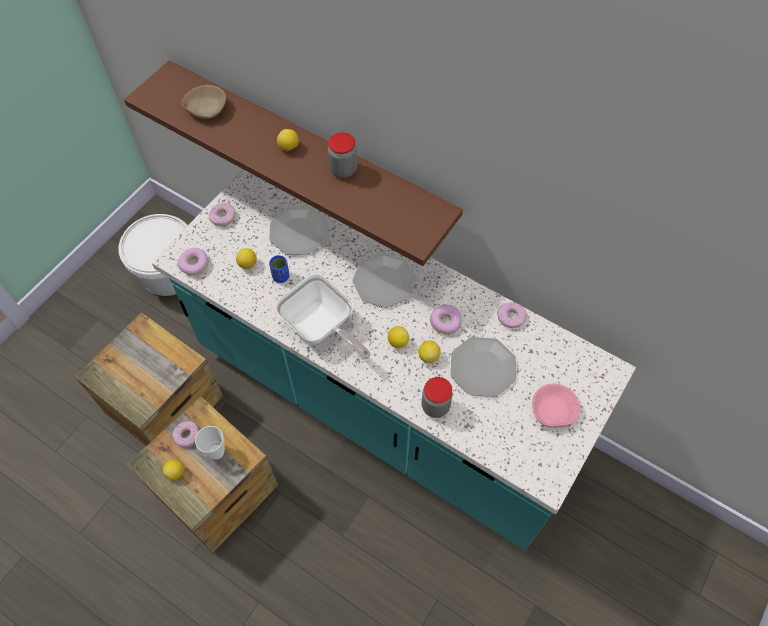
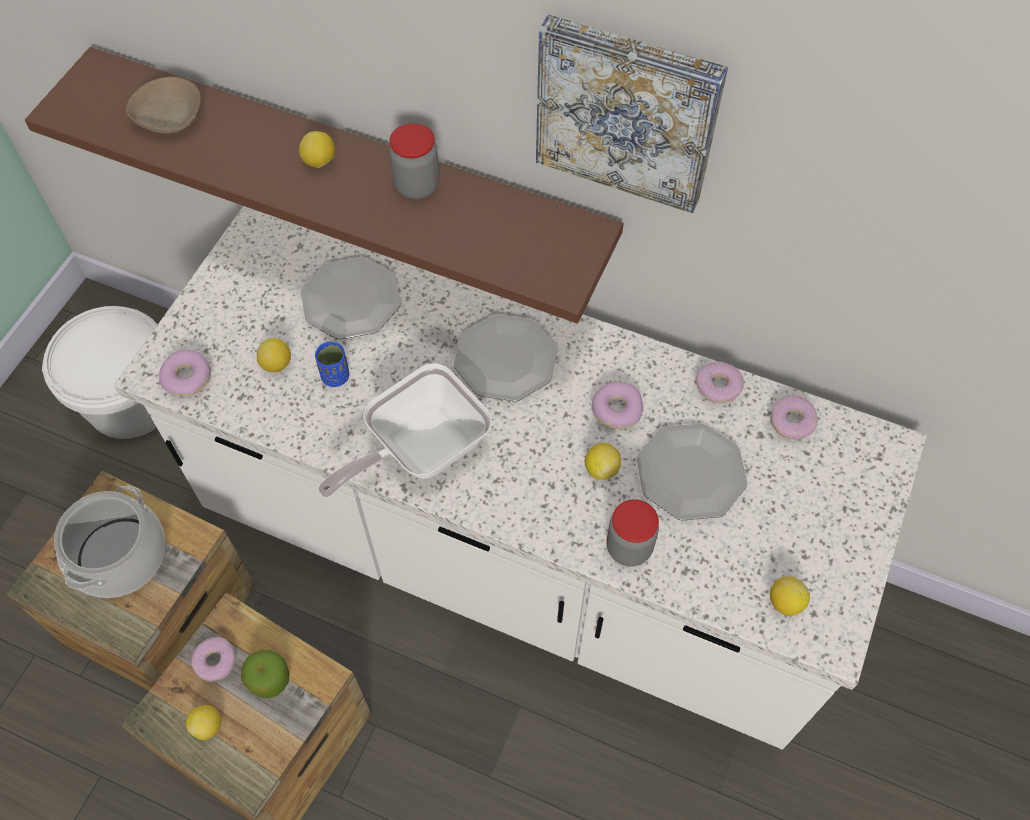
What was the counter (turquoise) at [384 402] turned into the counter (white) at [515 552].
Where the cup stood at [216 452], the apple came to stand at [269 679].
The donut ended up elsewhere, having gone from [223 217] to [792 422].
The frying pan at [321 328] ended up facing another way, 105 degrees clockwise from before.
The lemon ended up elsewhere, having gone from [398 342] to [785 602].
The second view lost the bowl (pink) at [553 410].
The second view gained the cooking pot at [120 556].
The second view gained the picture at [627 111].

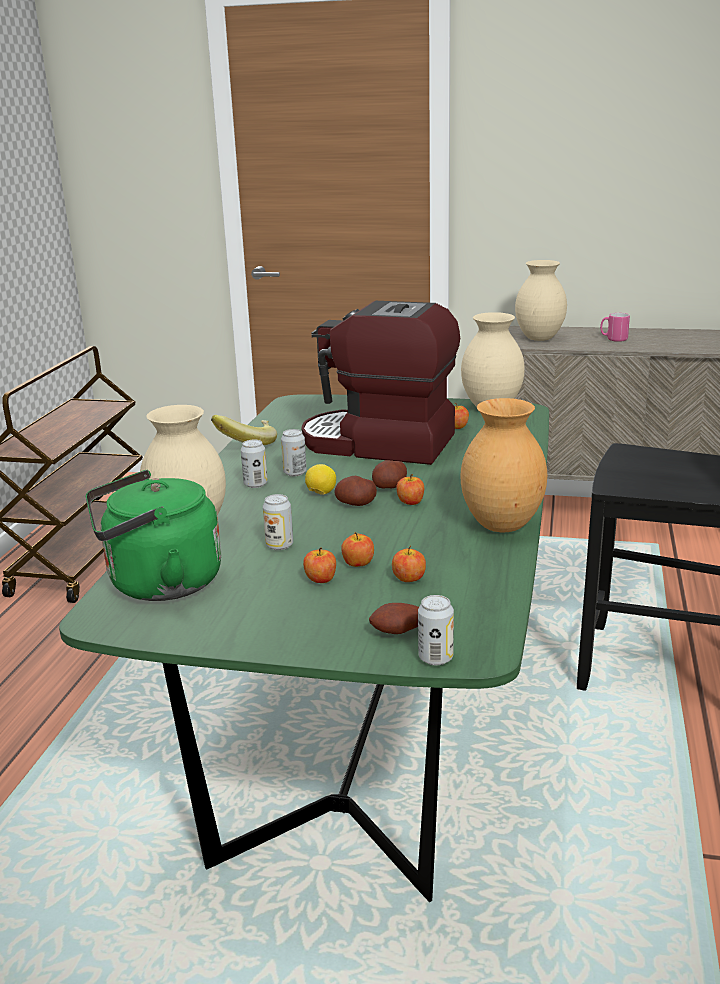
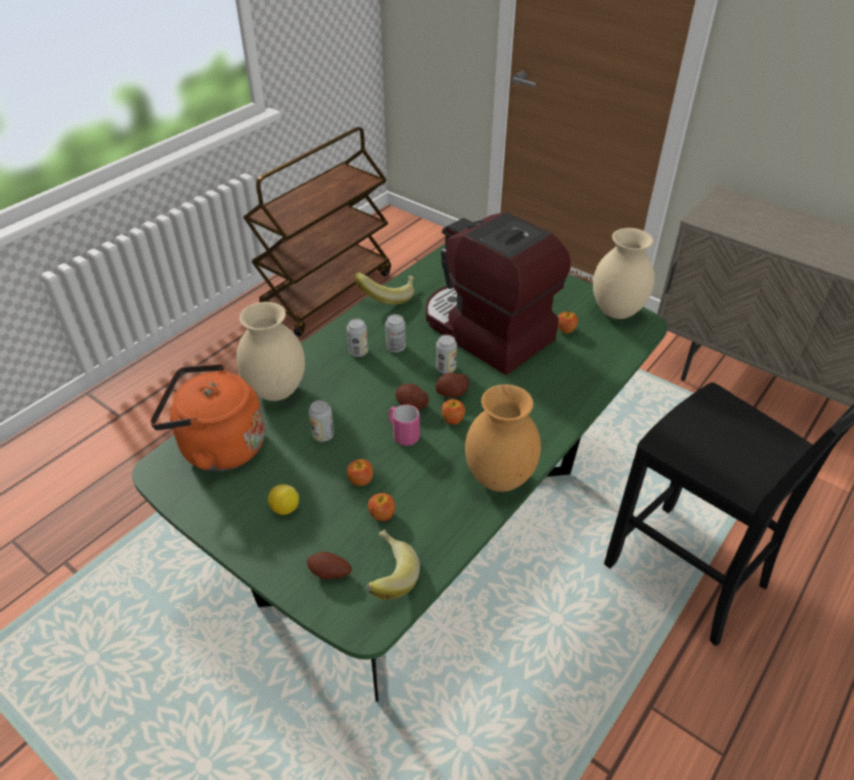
What was the kettle (green) at [158 584] turned into the kettle (orange) at [218 447].
The second view lost the apple at [320 579].
The lemon ended up elsewhere, having gone from [321 493] to [285 508].
The can ended up elsewhere, having gone from [435 658] to [446 368].
The second view lost the vase (beige) at [540 338].
The mug (pink) ended up elsewhere, having gone from [613 339] to [403 434].
The second view gained the banana at [386 576].

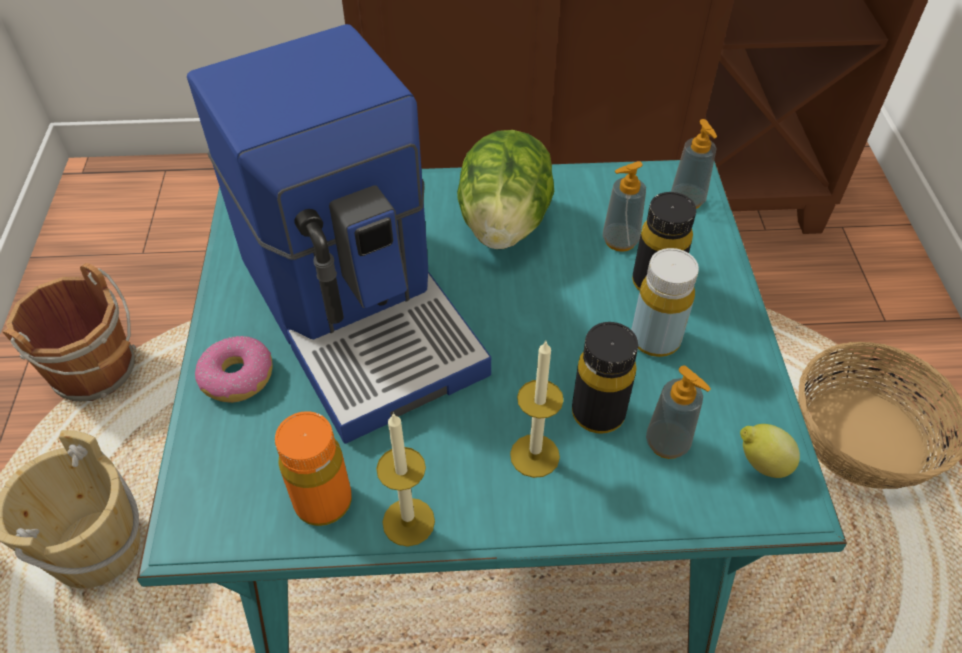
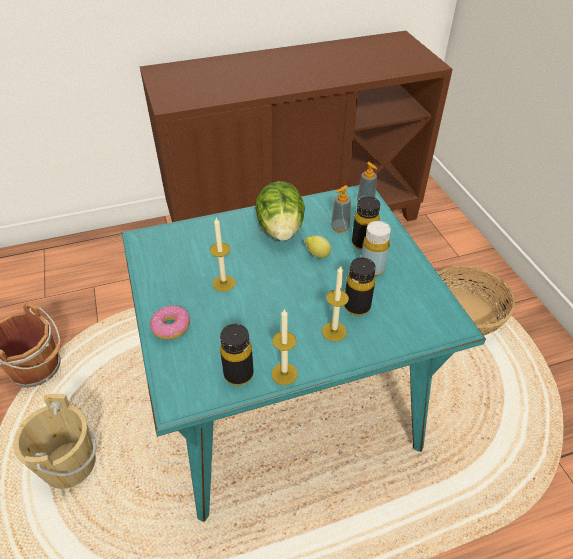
Where the coffee machine stood at [362 310], the candle came to stand at [224 283].
What was the bottle (orange) at [323 501] turned into the bottle (black) at [238 374].
The second view lost the soap dispenser at [667 443].
The lemon ended up elsewhere, having gone from [761 463] to [317 255].

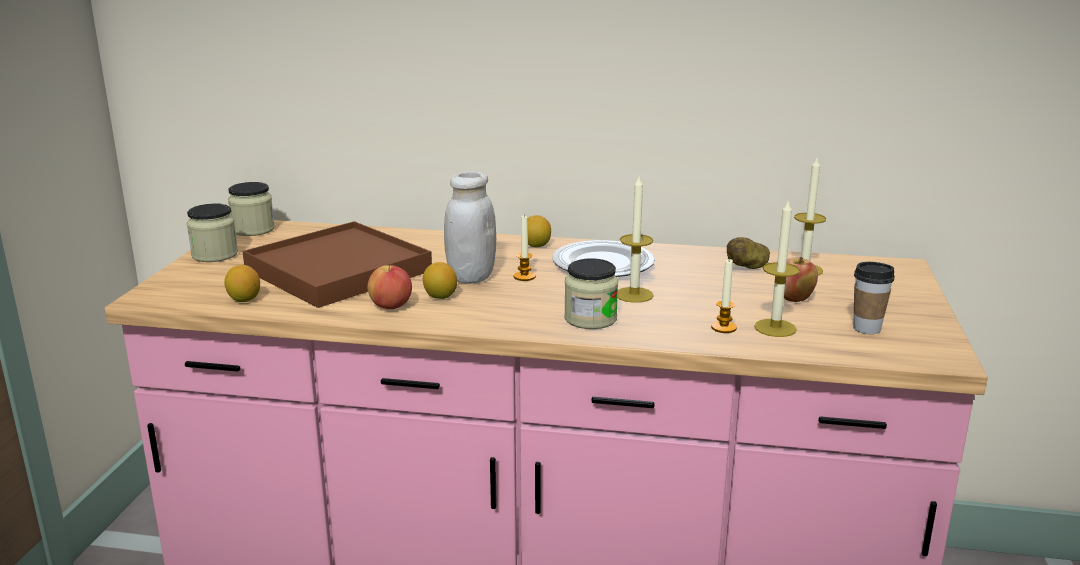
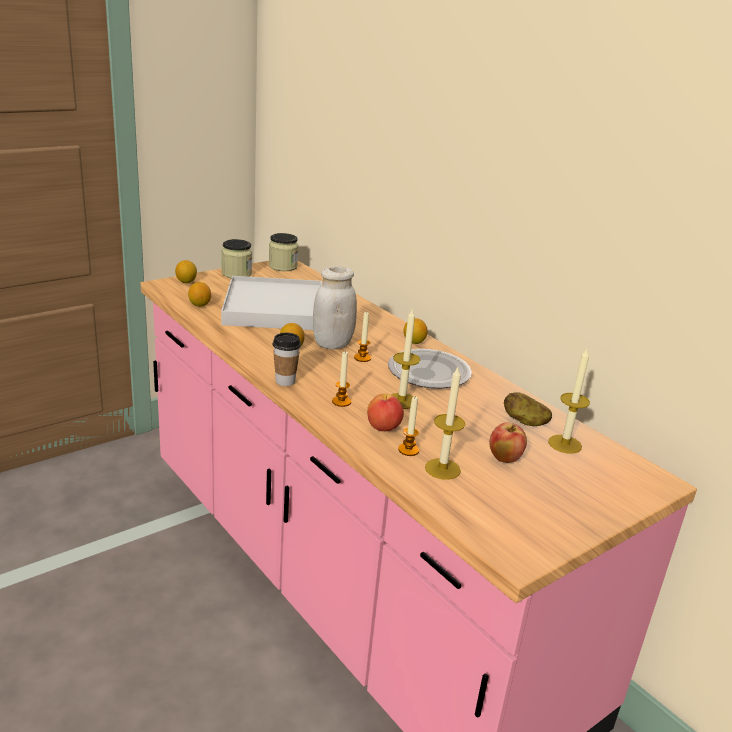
What was the tray (brown) at [338 270] turned into the tray (white) at [274 308].
The apple ended up elsewhere, having gone from [391 307] to [383 428].
Where the jar stood at [590 319], the candle came to stand at [341 402].
The cup ended up elsewhere, having gone from [866 328] to [285 381].
The second view gained the lemon at [186 282].

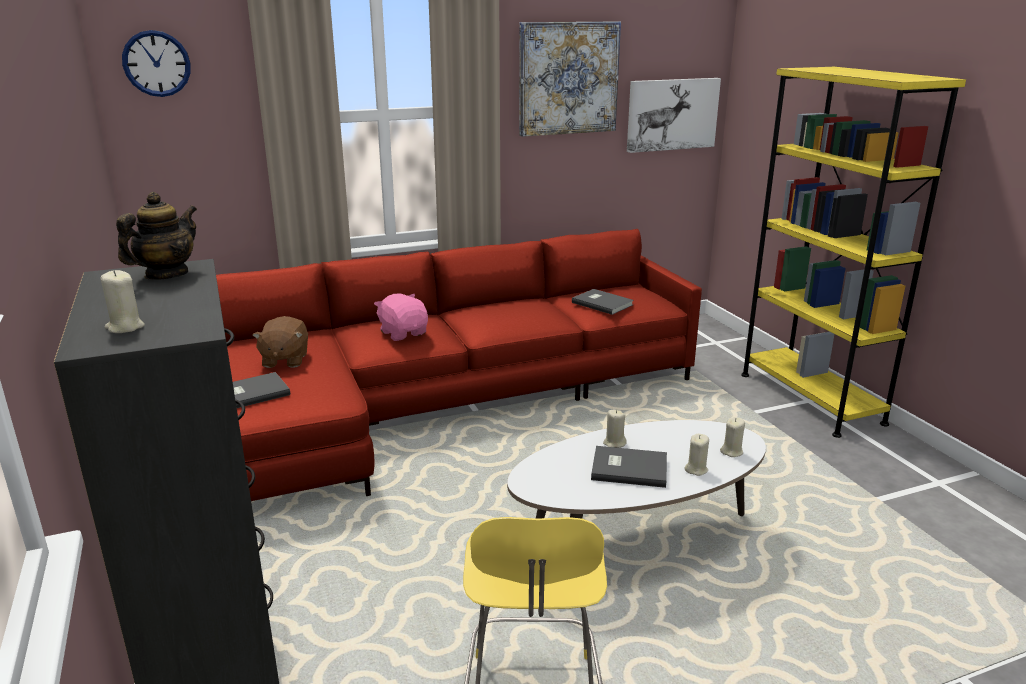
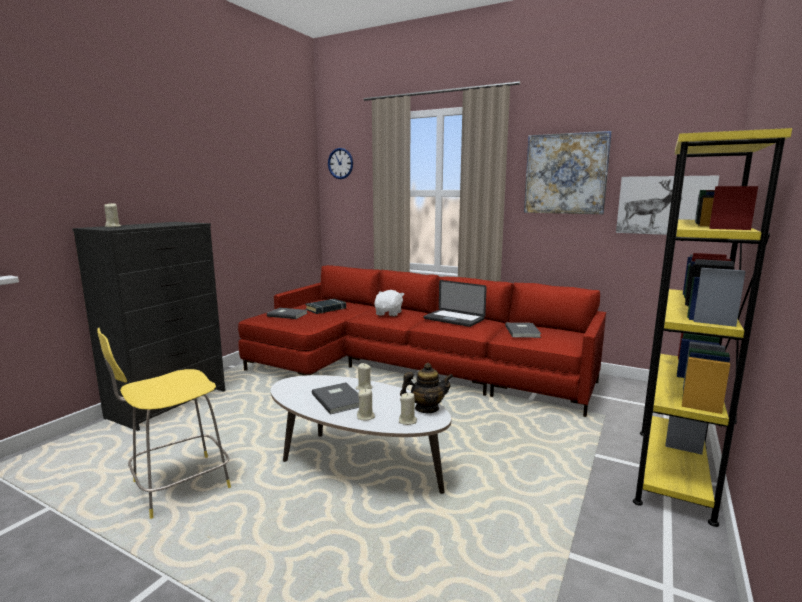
The teapot ended up elsewhere, having gone from [166 275] to [426 409].
Where the plush toy (brown) stood at [284 360], the book (black) came to stand at [326 309].
What was the plush toy (pink) at [403 333] turned into the plush toy (white) at [389 313].
The second view gained the laptop at [454 319].

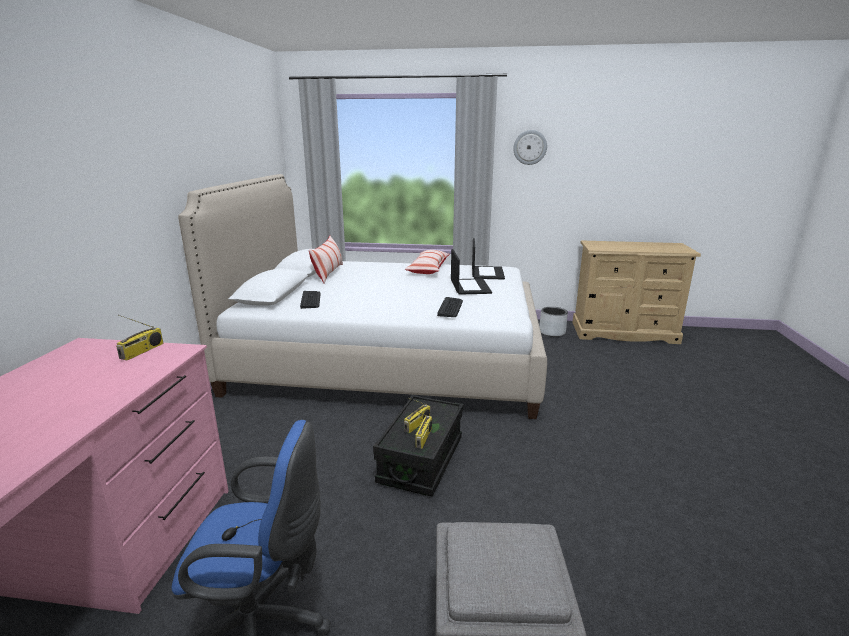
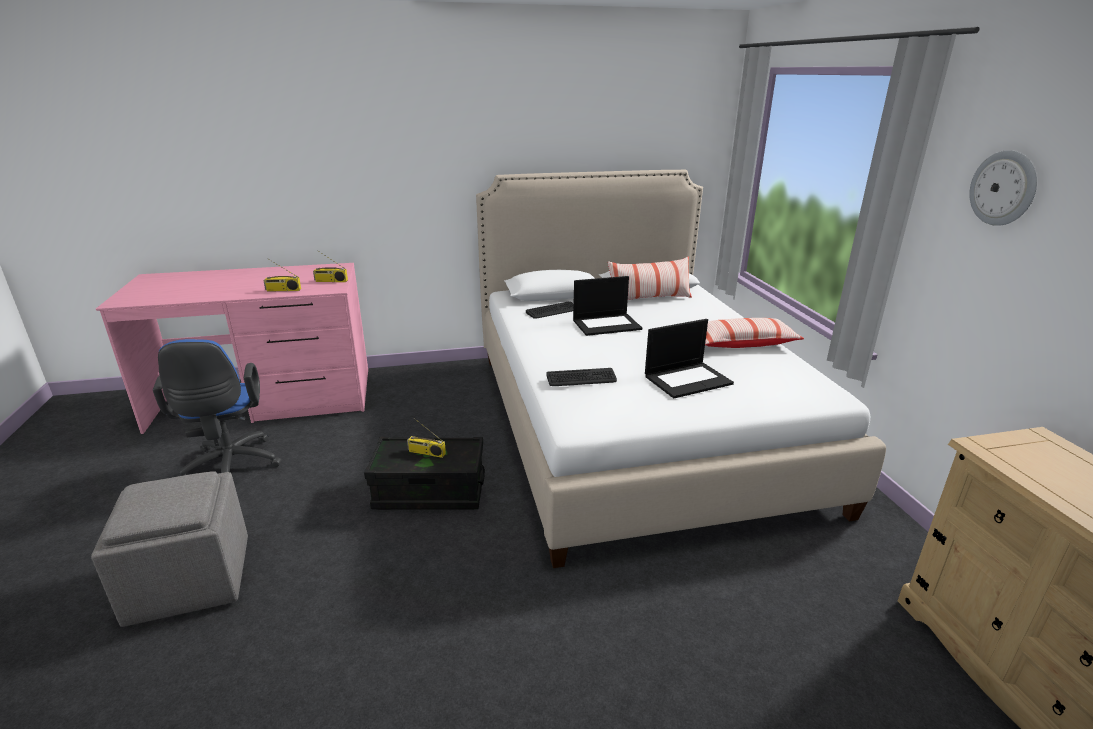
The radio ended up elsewhere, having gone from [424 438] to [283 290].
The laptop ended up elsewhere, having gone from [487 273] to [607 324].
The second view lost the planter (grey) at [552 332].

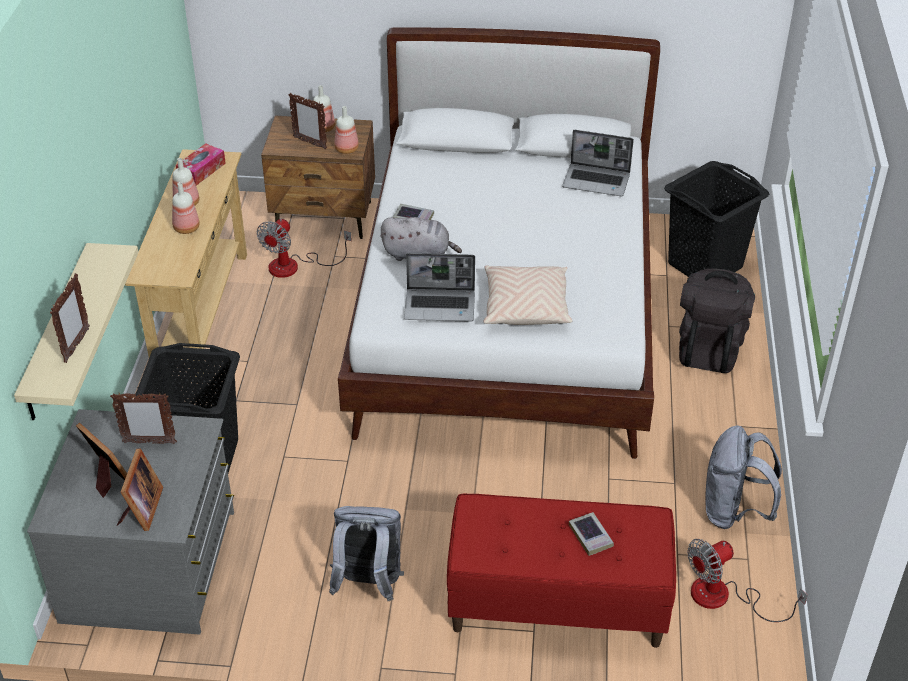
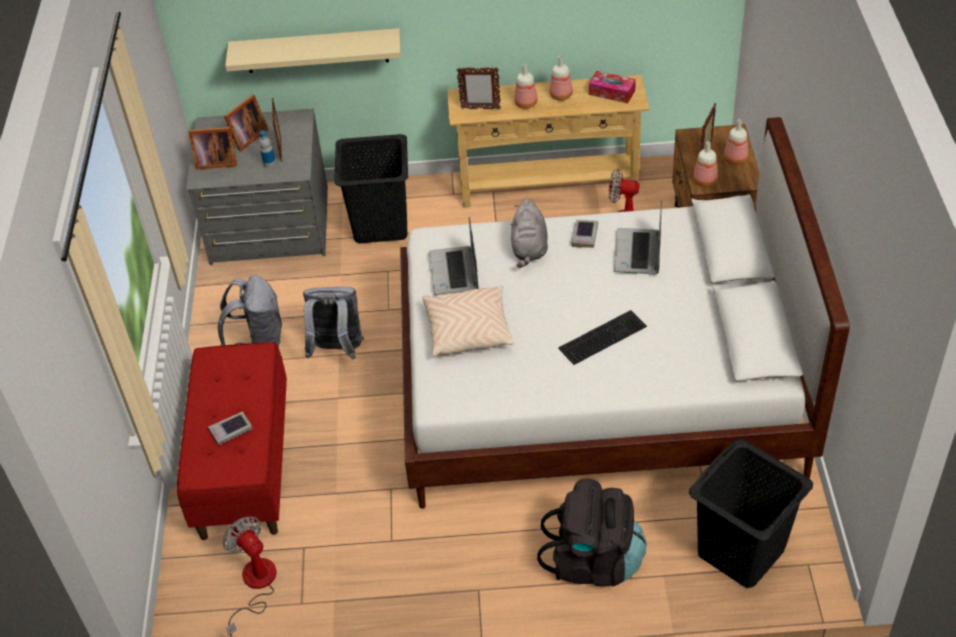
The picture frame ended up elsewhere, having gone from [76 346] to [480 108].
The laptop ended up elsewhere, having gone from [597 181] to [638 253].
The backpack (grey) ended up elsewhere, having gone from [733 512] to [337 350].
The second view gained the bottle at [269 164].
The second view gained the keyboard at [602 336].

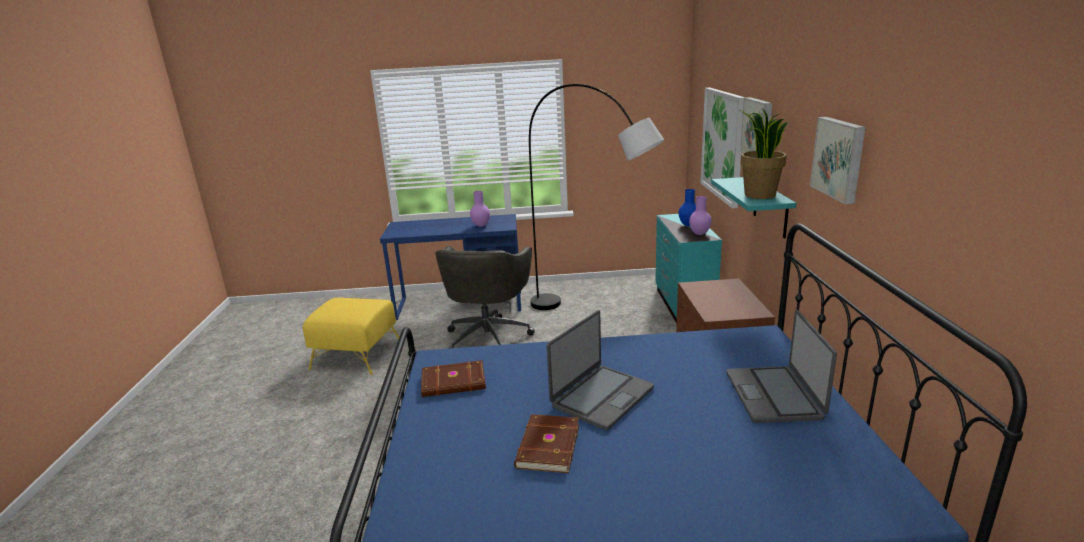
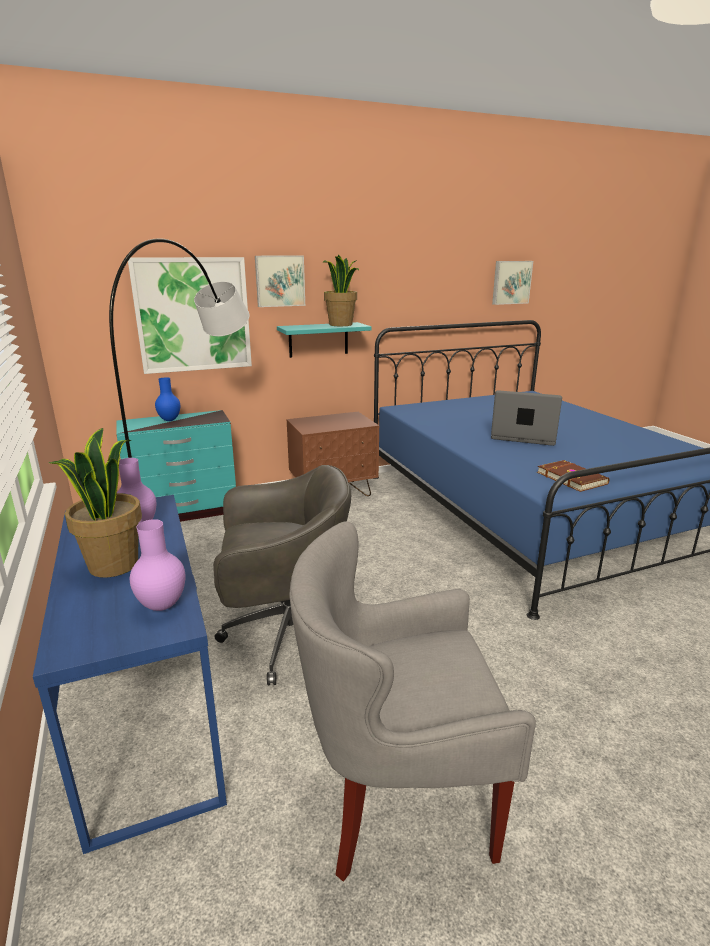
Where the ottoman (yellow) stood at [357 355], the armchair (grey) came to stand at [396 793].
The second view lost the book (brown) at [546 446].
The vase (purple) ended up elsewhere, having gone from [700 234] to [161 605].
The second view lost the laptop at [774 395].
The picture ended up elsewhere, having gone from [840 158] to [511 282].
The second view gained the potted plant at [113 564].

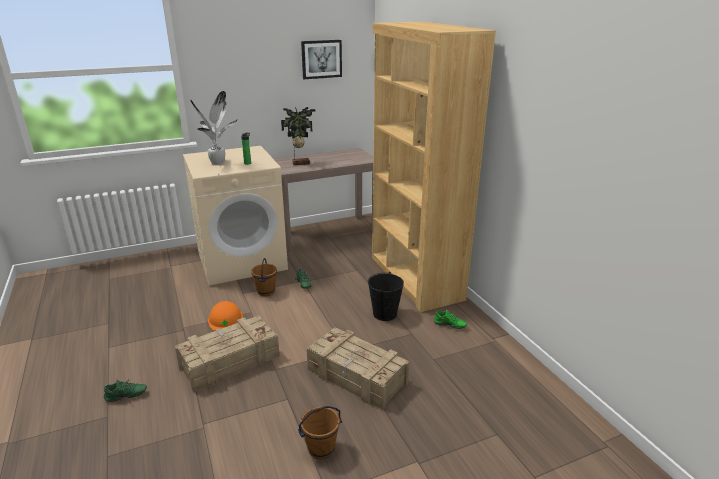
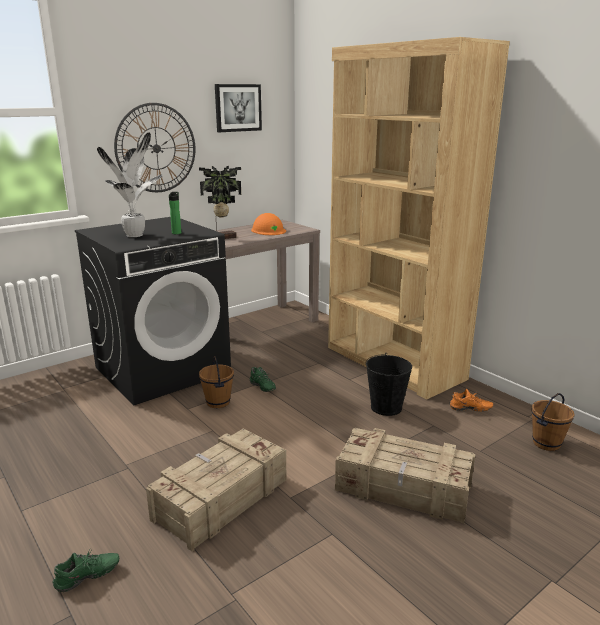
What was the washing machine (beige) at [242 260] turned into the washing machine (black) at [163 369].
The hard hat (orange) ended up elsewhere, having gone from [225 319] to [268 230].
The bucket (brown) ended up elsewhere, having gone from [321 449] to [547 443].
What was the shoe (green) at [449 326] turned into the shoe (orange) at [470 410].
The second view gained the wall clock at [156 148].

